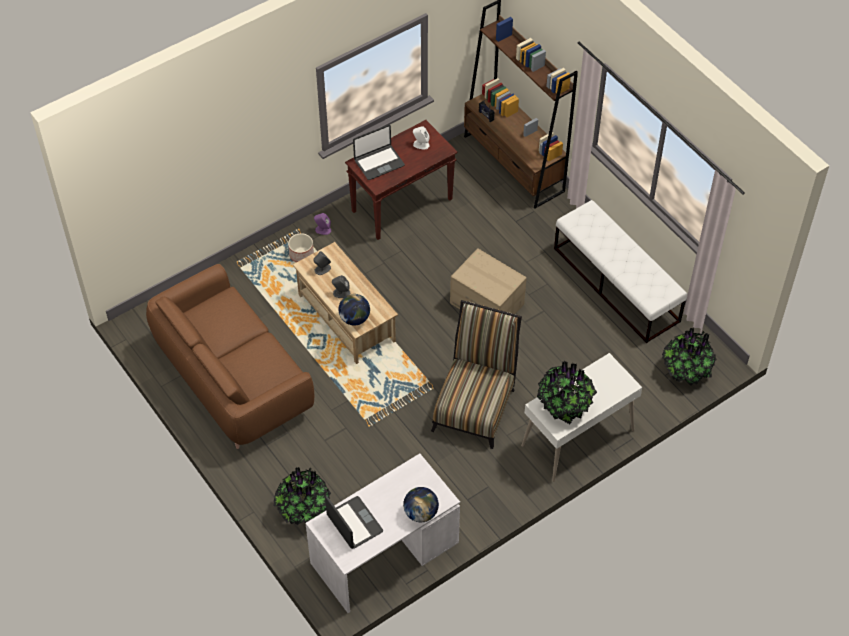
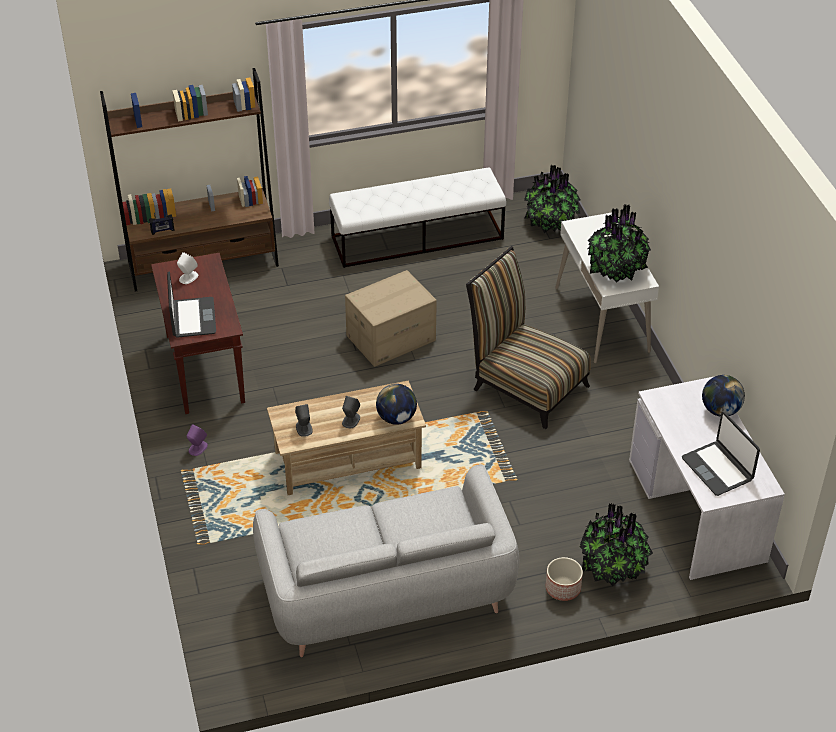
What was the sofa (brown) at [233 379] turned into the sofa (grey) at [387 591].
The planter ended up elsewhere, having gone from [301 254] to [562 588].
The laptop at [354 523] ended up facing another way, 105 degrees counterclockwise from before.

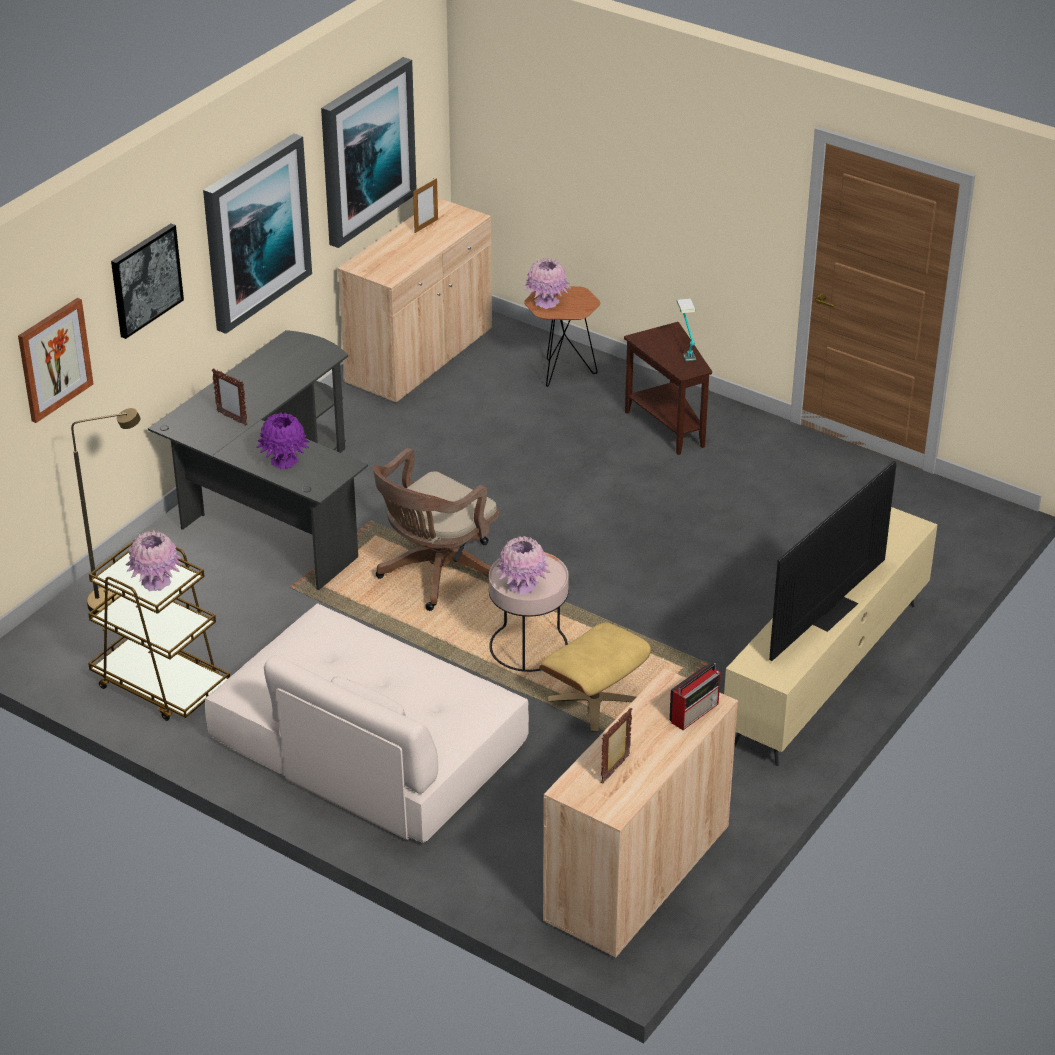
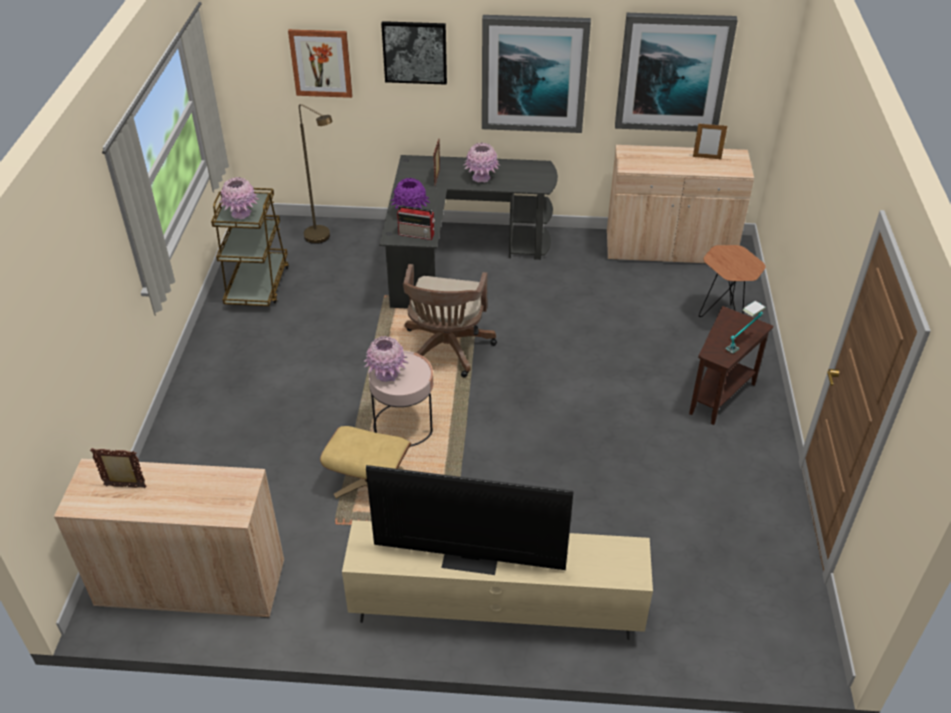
The second view lost the sofa (beige) at [367 743].
The office chair (brown) at [436 574] ended up facing another way, 90 degrees counterclockwise from before.
The vase (pink) ended up elsewhere, having gone from [546 302] to [481 177].
The radio ended up elsewhere, having gone from [695 712] to [417 234].

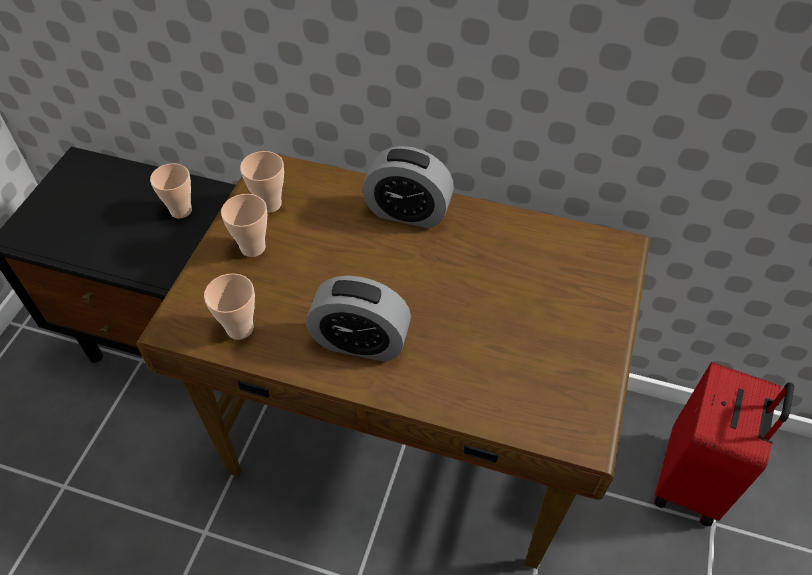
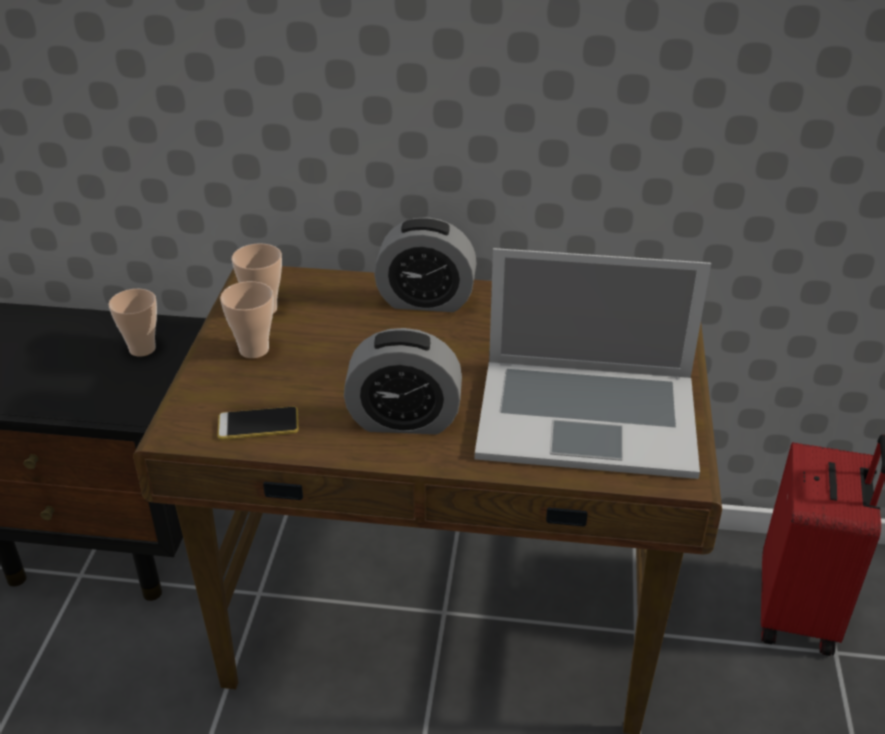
Where the cup stood at [240 328], the phone came to stand at [258 424].
The second view gained the laptop at [587 416].

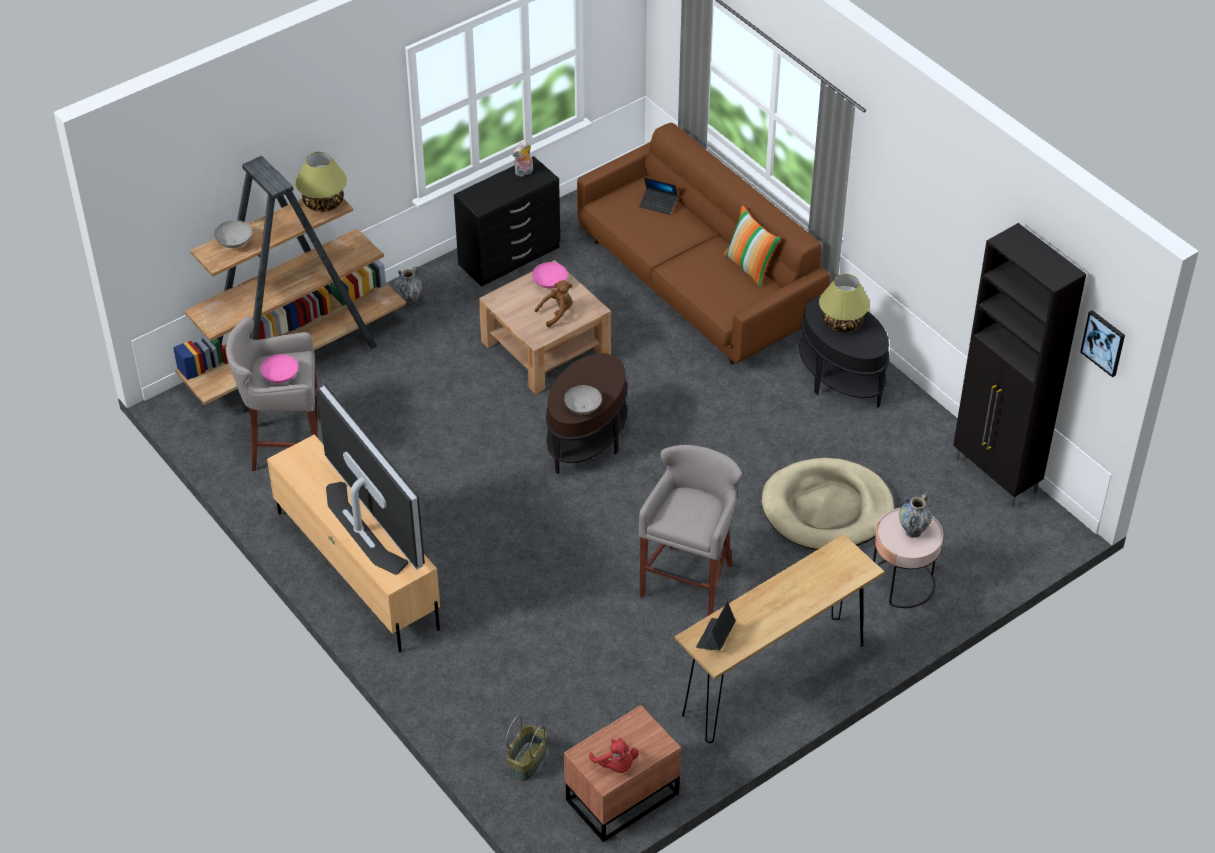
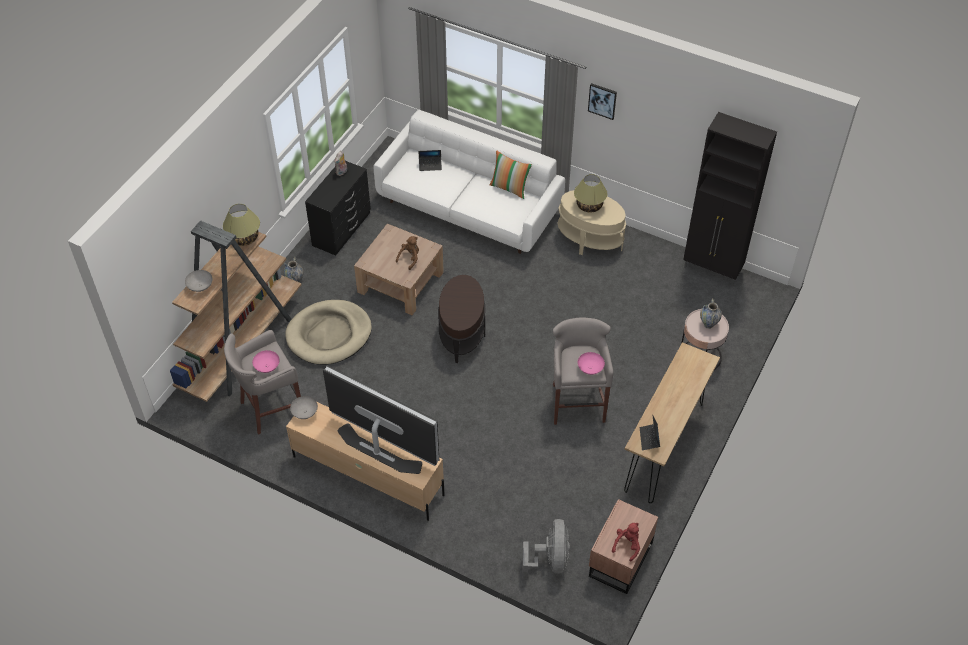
Where the basket stood at [527 761], the fan (grey) came to stand at [550 560].
The bowl (pink) ended up elsewhere, having gone from [549 283] to [589 368].
The bowl (grey) ended up elsewhere, having gone from [583 408] to [305 412].
What was the sofa (brown) at [697 283] turned into the sofa (white) at [468 208].
The plush toy (red) at [615 765] ended up facing another way, 90 degrees counterclockwise from before.
The dog bed (beige) ended up elsewhere, having gone from [827 509] to [329 334].
What was the side table (black) at [840 379] turned into the side table (beige) at [589 240].
The picture ended up elsewhere, having gone from [1103 342] to [602 100].

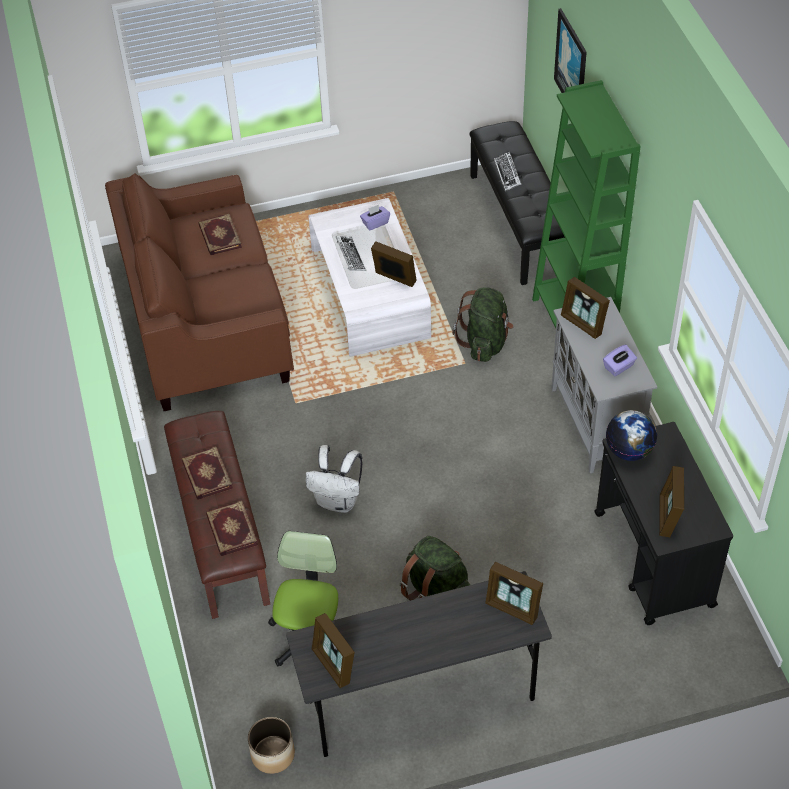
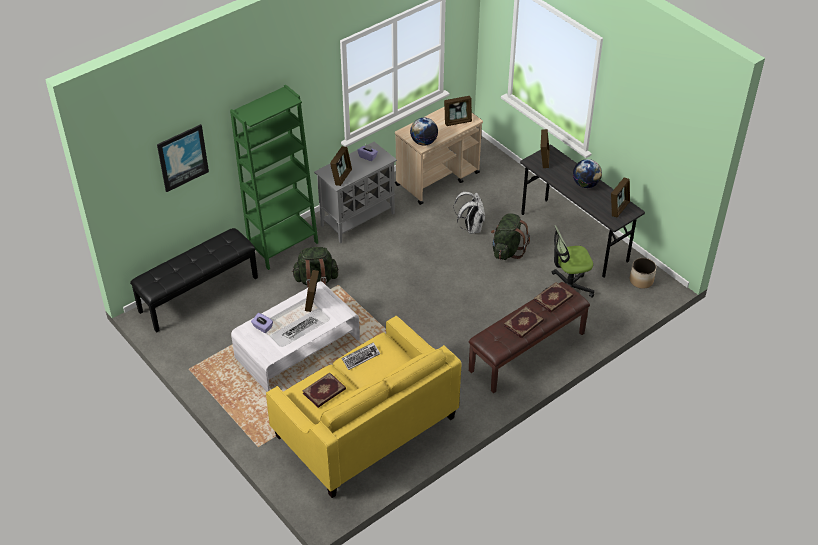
What was the sofa (brown) at [207 322] turned into the sofa (yellow) at [364 427].
The backpack (white) ended up elsewhere, having gone from [338 501] to [471 228].
The keyboard ended up elsewhere, having gone from [507 174] to [360 357].
What was the cart (black) at [654 560] turned into the cart (beige) at [438 178].
The second view gained the globe at [586 184].

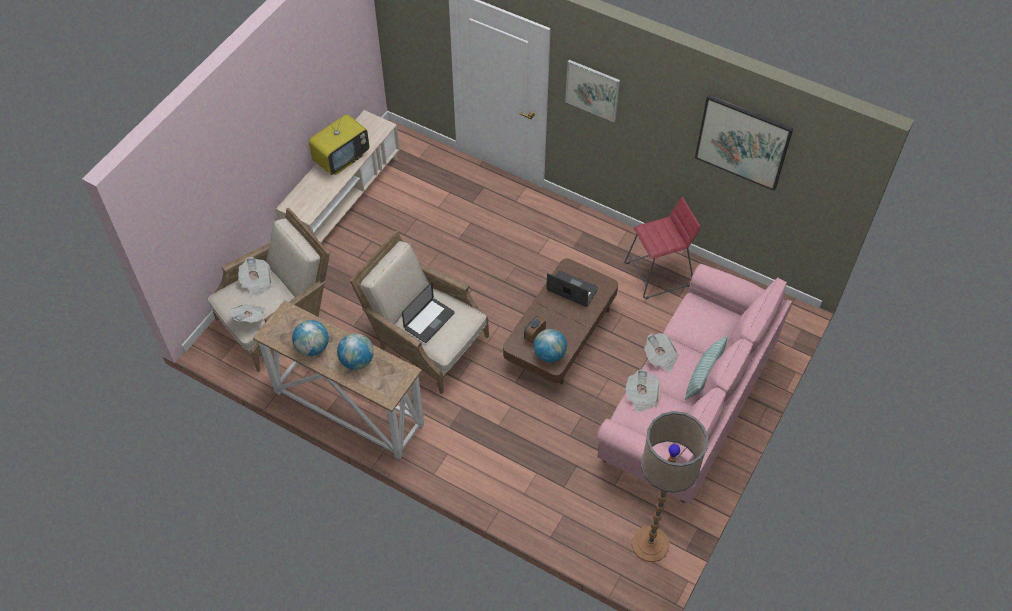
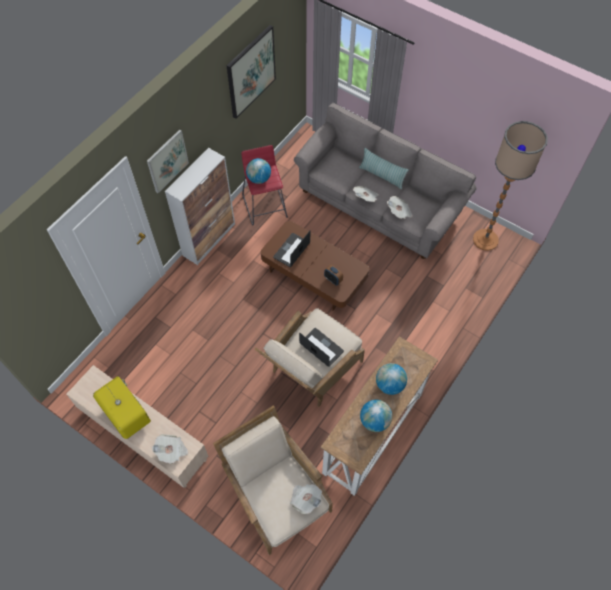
The newspaper ended up elsewhere, having gone from [256 282] to [172 451].
The globe ended up elsewhere, having gone from [549 354] to [259 179].
What was the sofa (pink) at [687 404] turned into the sofa (grey) at [379 204].
The second view gained the cabinet at [209 239].

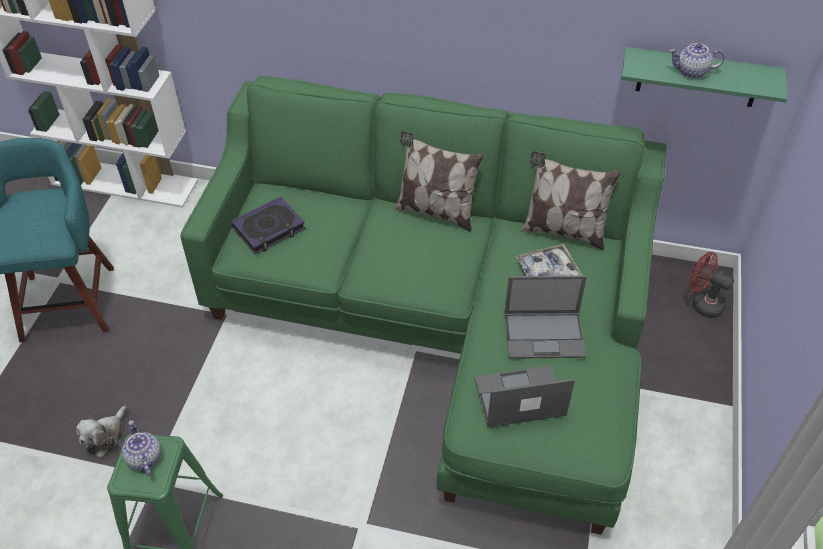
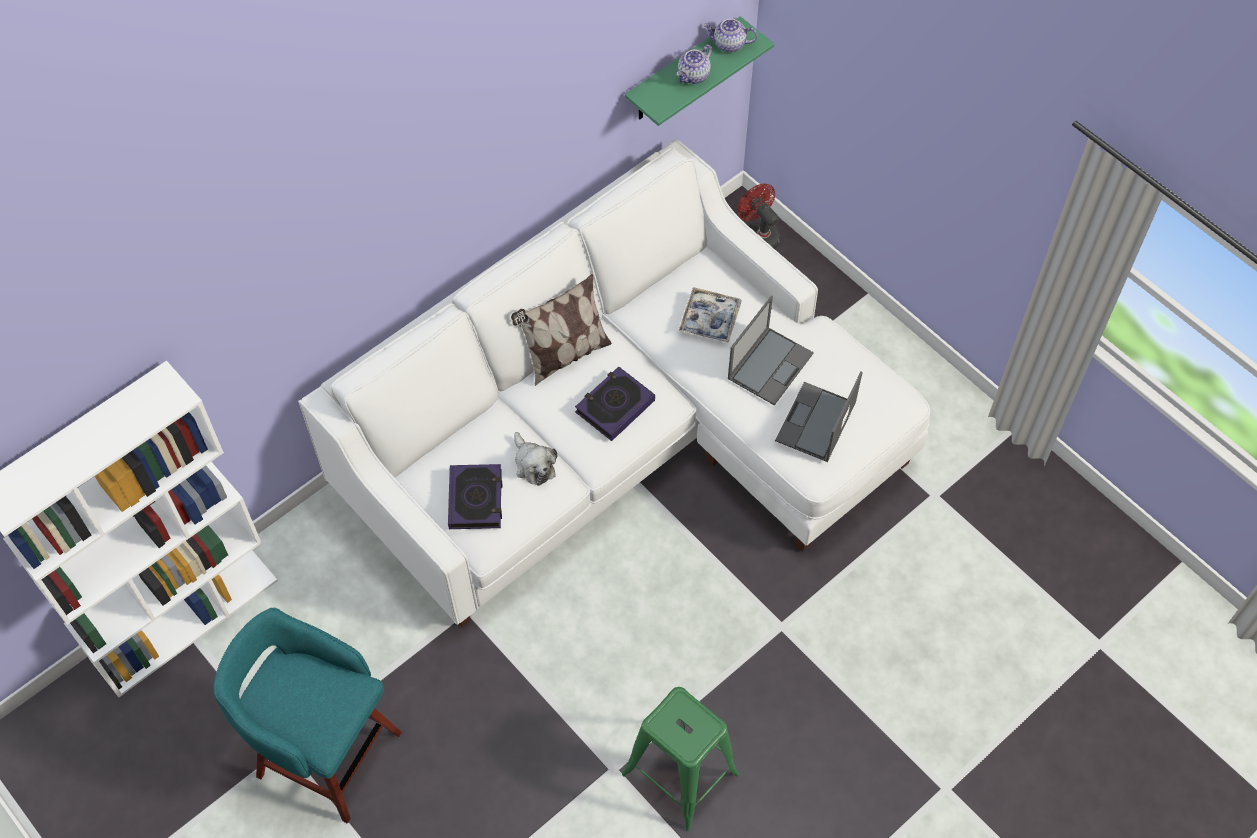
The plush toy ended up elsewhere, having gone from [106 437] to [533 464].
The teapot ended up elsewhere, having gone from [143 458] to [729 45].
What was the sofa (green) at [445 322] turned into the sofa (white) at [624 437].
The second view lost the pillow at [562 231].
The fan (red) at [702 303] ended up facing another way, 75 degrees clockwise from before.
The second view gained the book at [614 406].

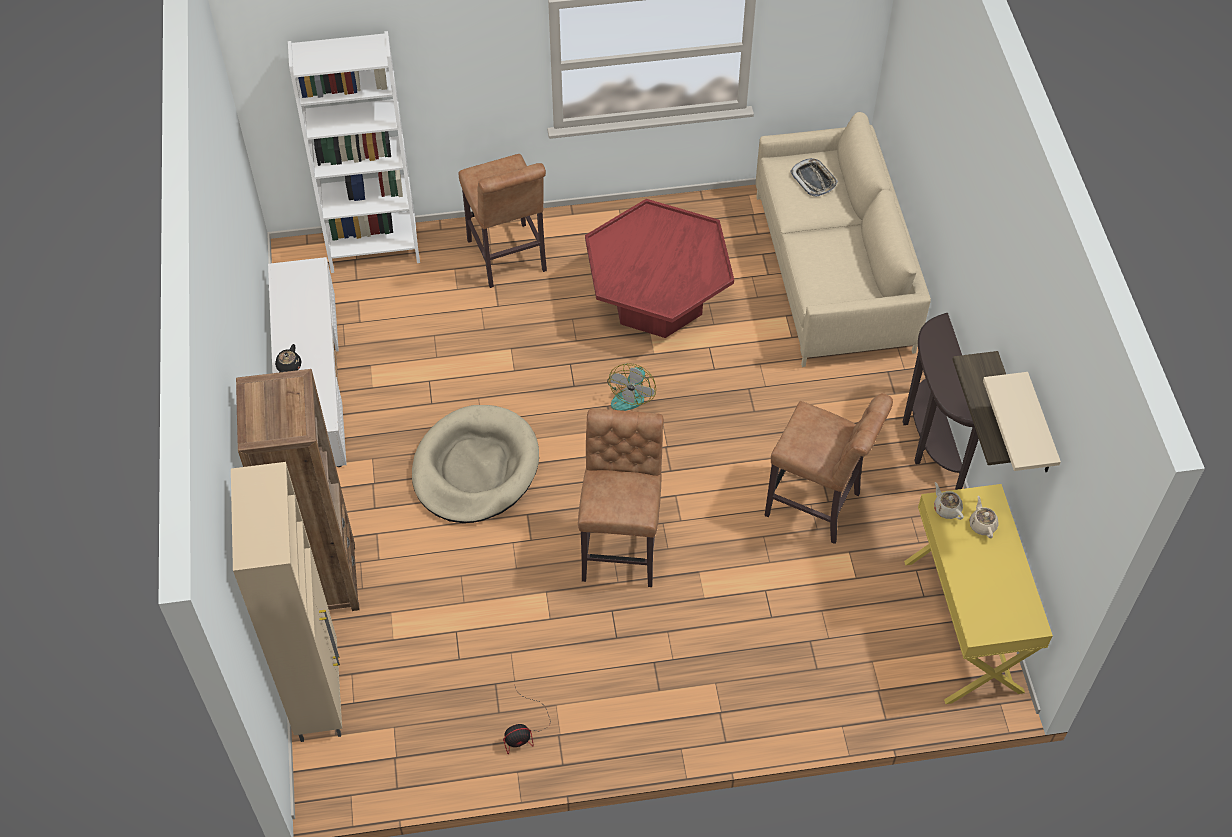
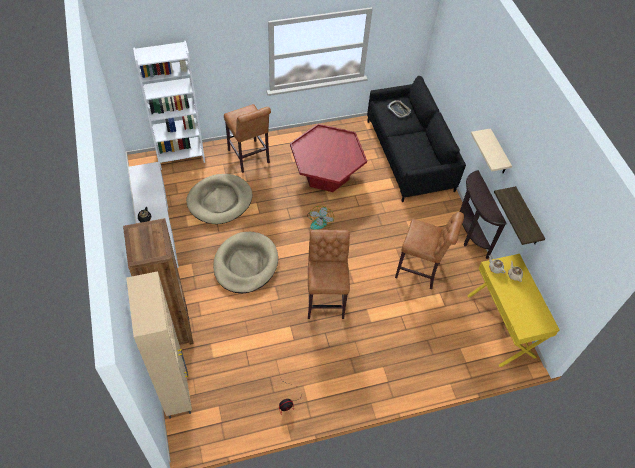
What was the sofa (beige) at [833 272] turned into the sofa (black) at [409 155].
The shelf (beige) ended up elsewhere, having gone from [1039 427] to [498 153].
The second view gained the dog bed (beige) at [220 200].

